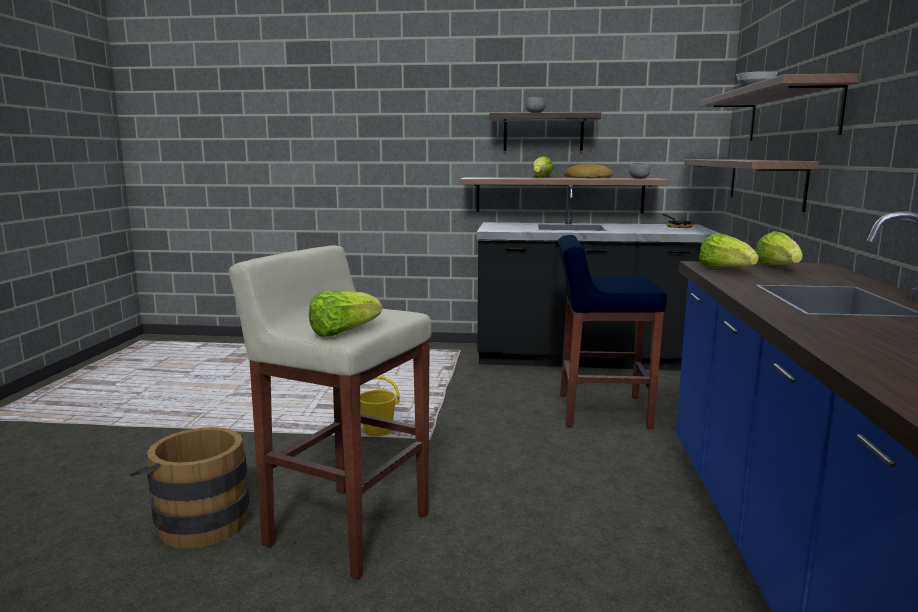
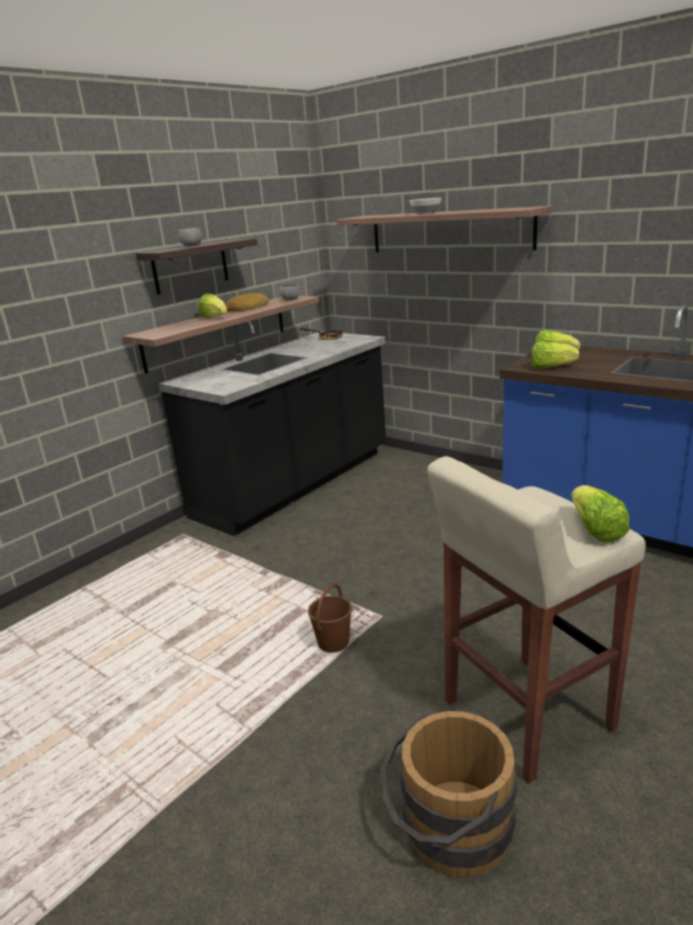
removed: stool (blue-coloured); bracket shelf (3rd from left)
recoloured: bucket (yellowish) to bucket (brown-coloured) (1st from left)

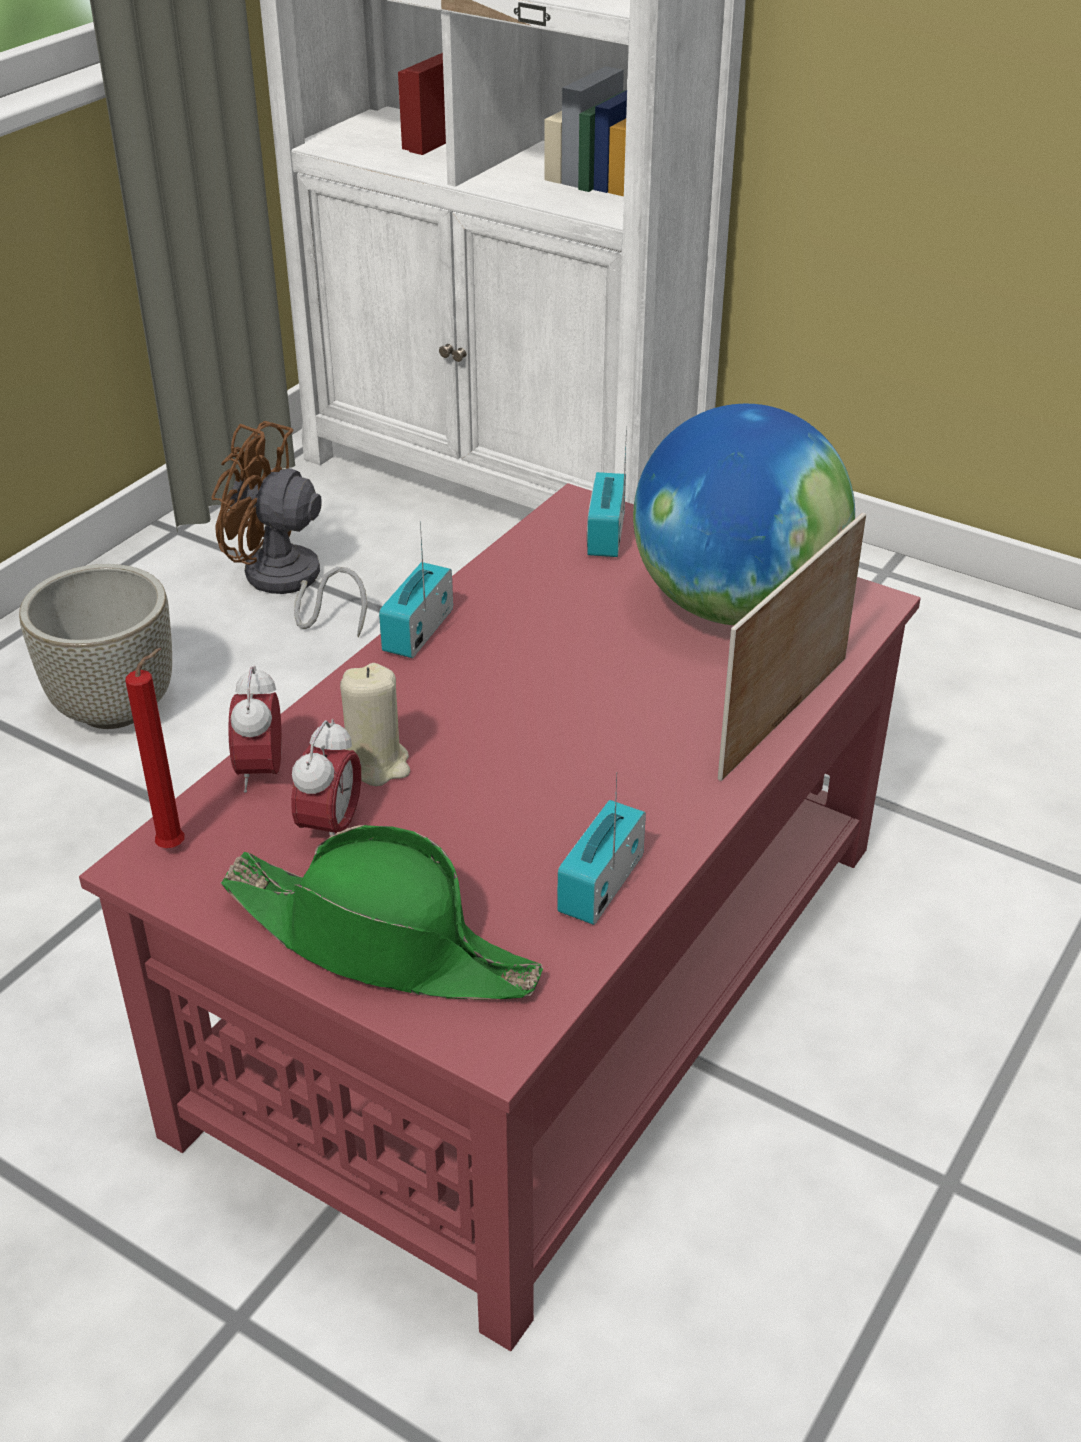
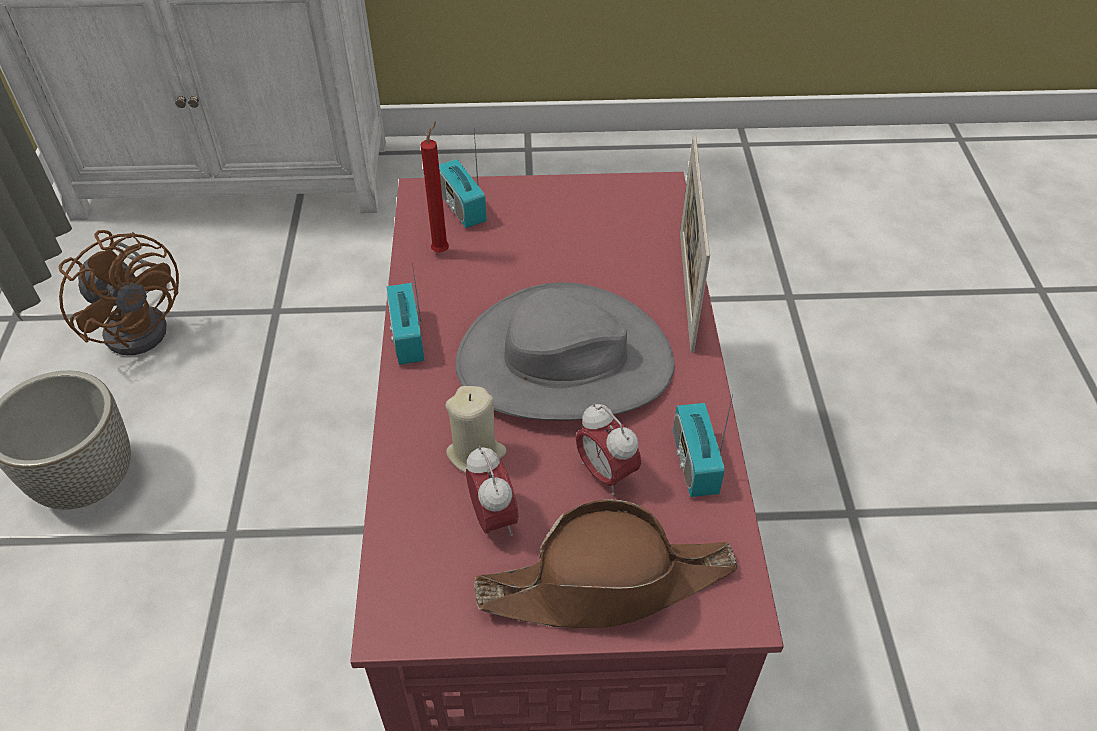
removed: desk globe
added: hat (gray)
moved: wax light (reddish); table clock (1st from left in the first image) to table clock (2nd from left)
recoloured: hat (green-coloured) to hat (brown-coloured)
turned: fan (brown-coloured) 120 degrees counterclockwise

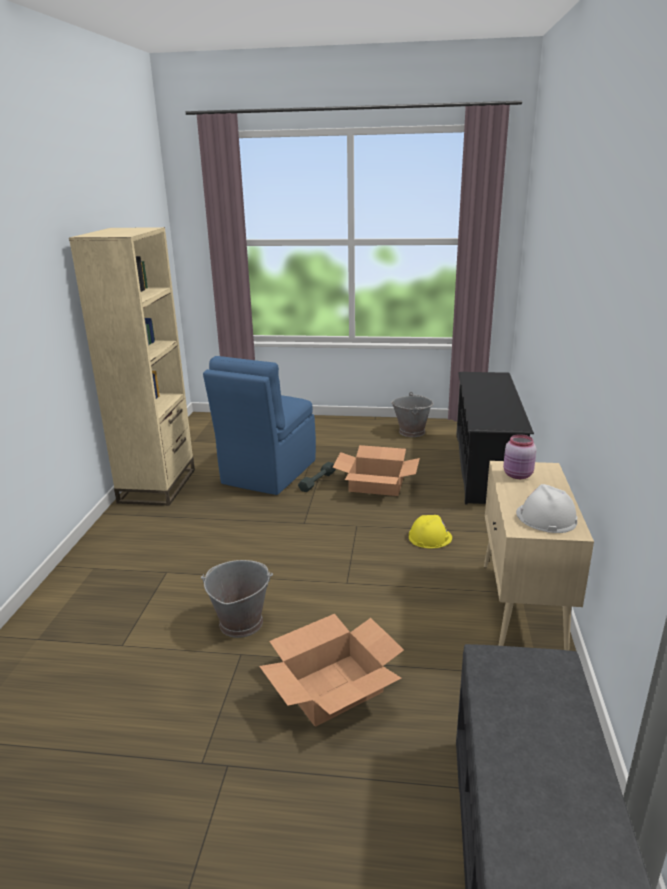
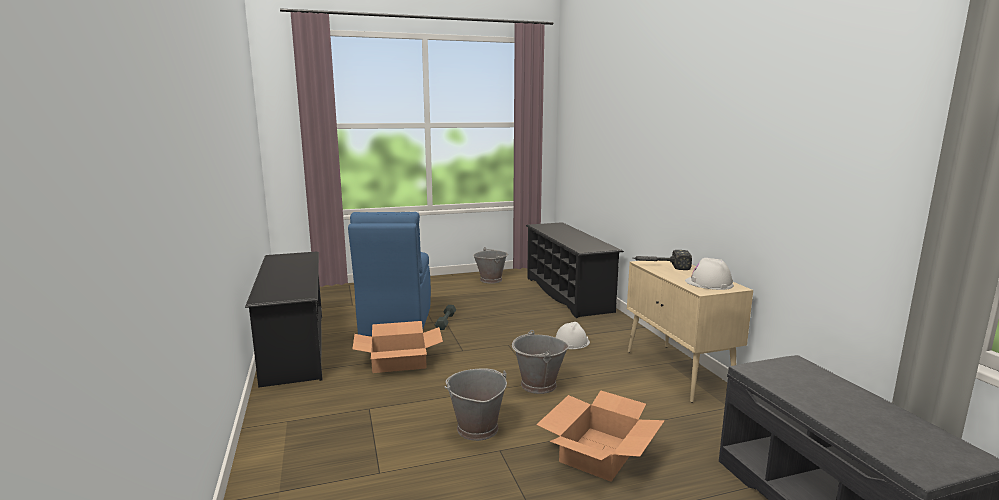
added: bucket (gray) (3rd from left)
moved: packing box (2nd from left in the first image) to packing box (1st from left)
replaced: shelving unit (beige) to shoe stand (blackish) (1st from left); storage jar (pink) to hammer
recoloured: work helmet (yellowish) to work helmet (white-coloured) (1st from left)

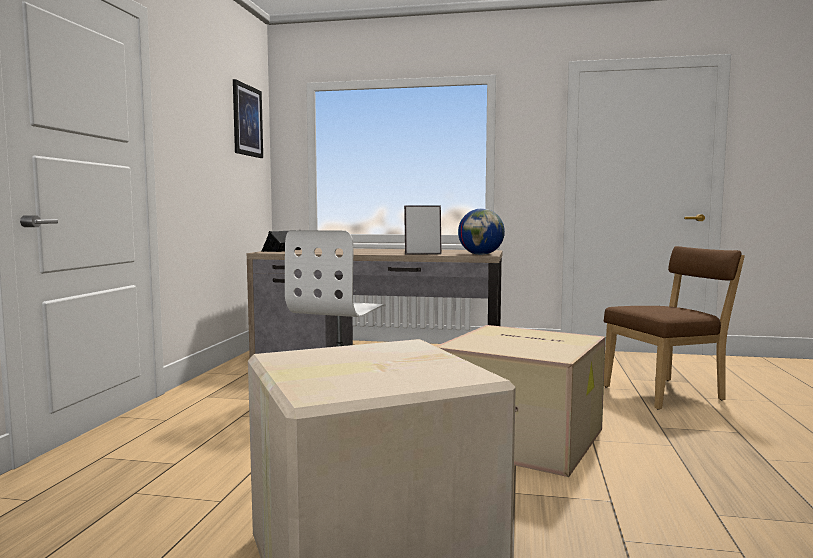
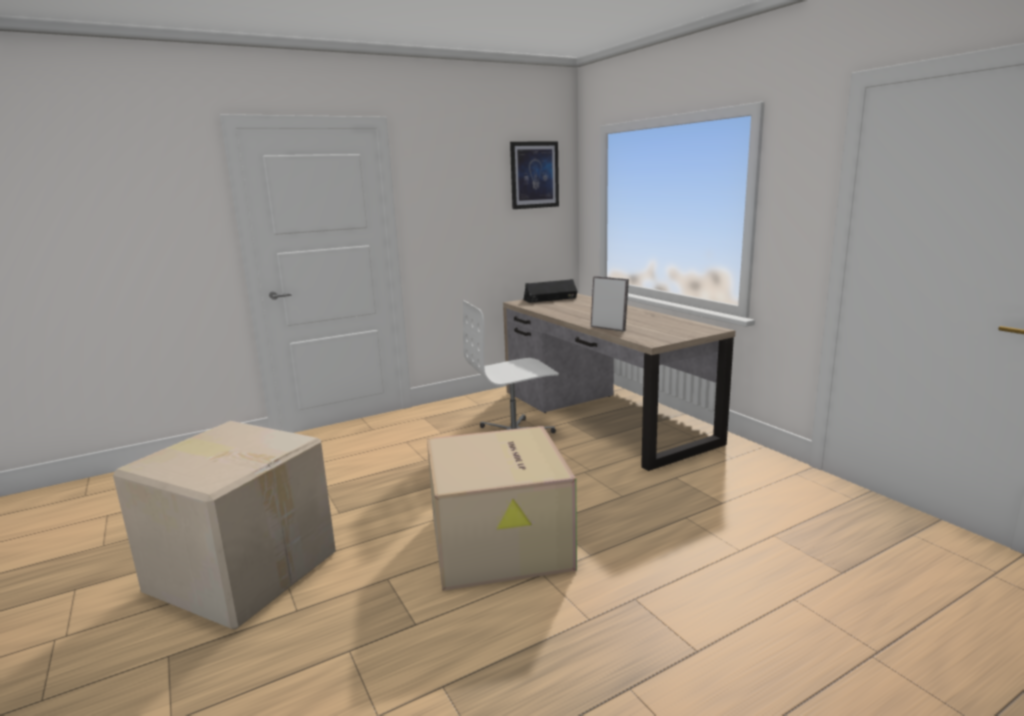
removed: desk globe; chair (brown-coloured)

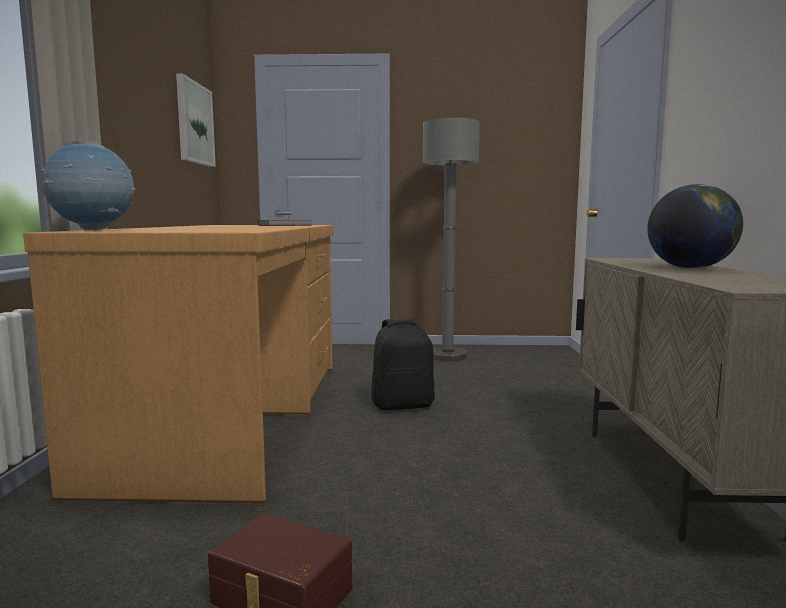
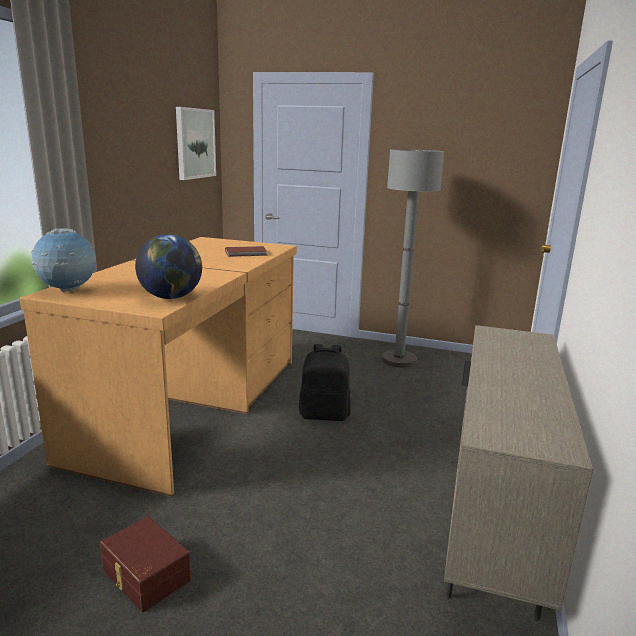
moved: desk globe (2nd from left)

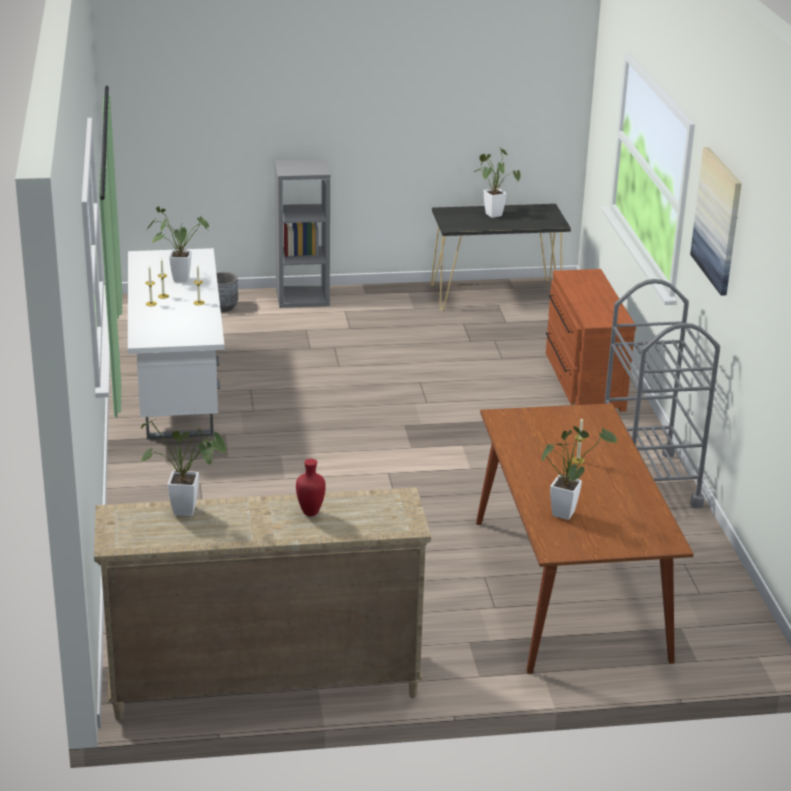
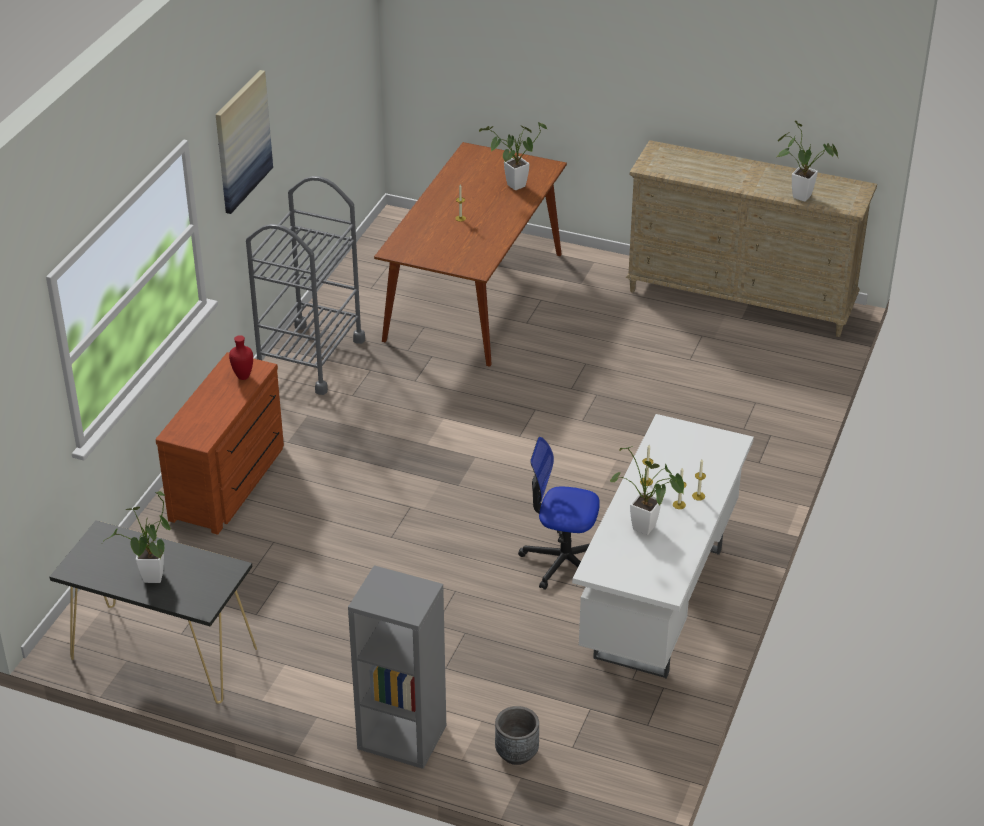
added: computer chair
moved: flower vase (reddish)

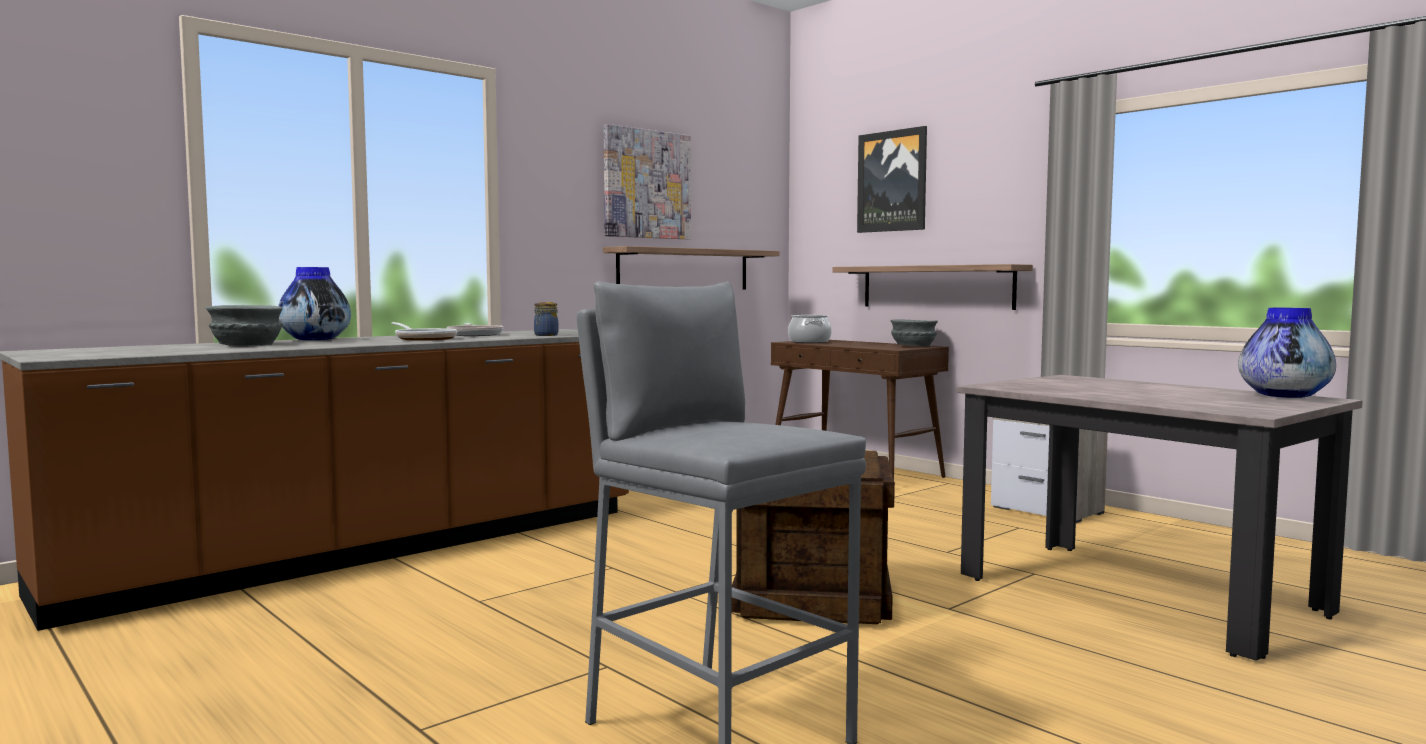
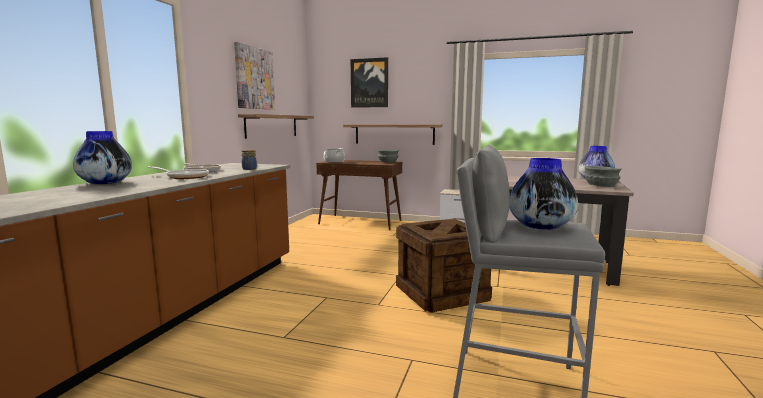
added: flower vase (2nd from left)
moved: deep dish (gray) (1st from left in the first image) to deep dish (gray) (2nd from left)

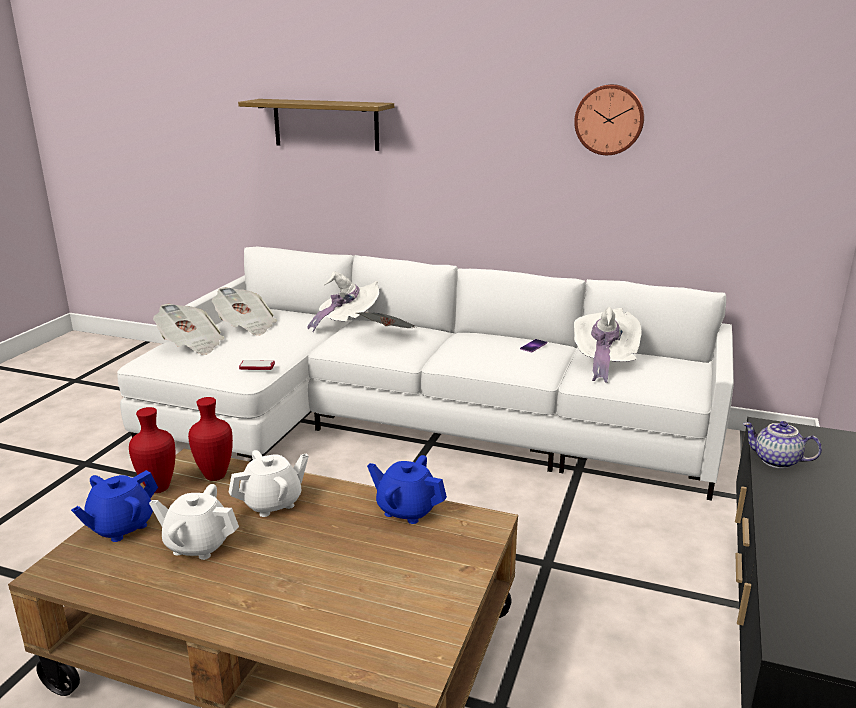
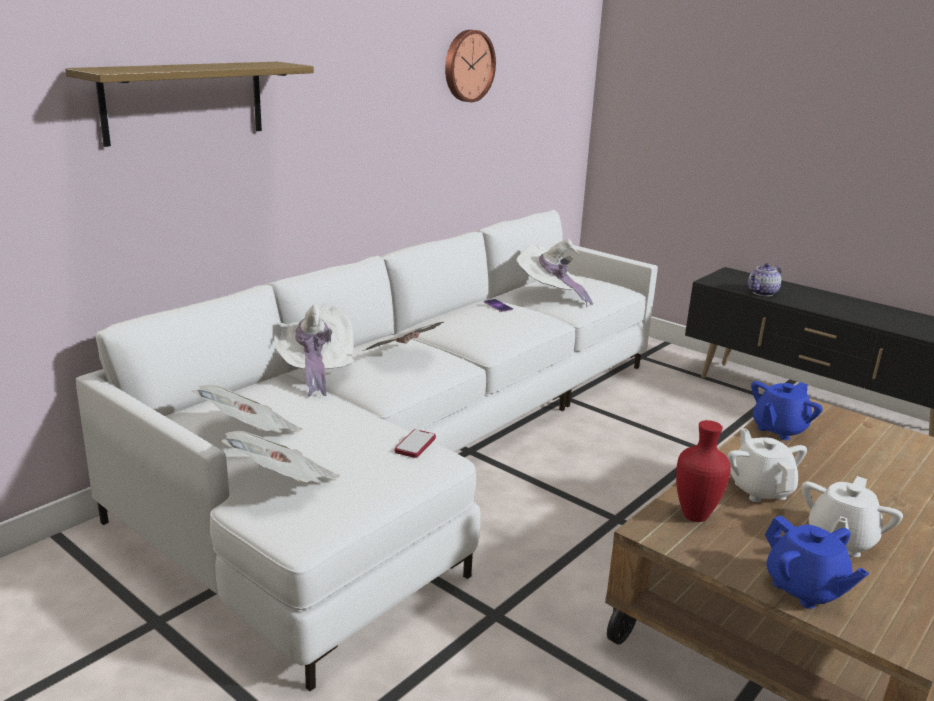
removed: flower vase (reddish) (1st from left)

